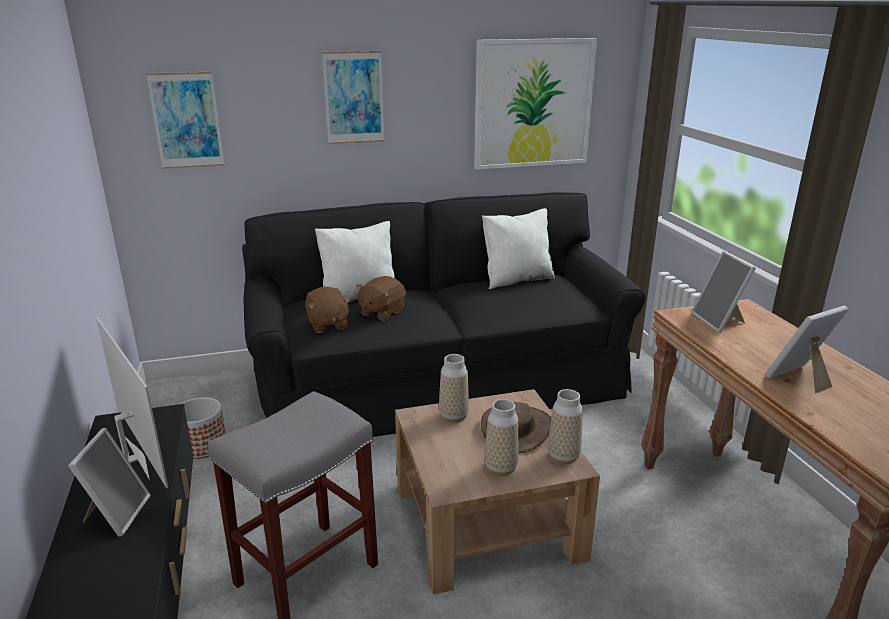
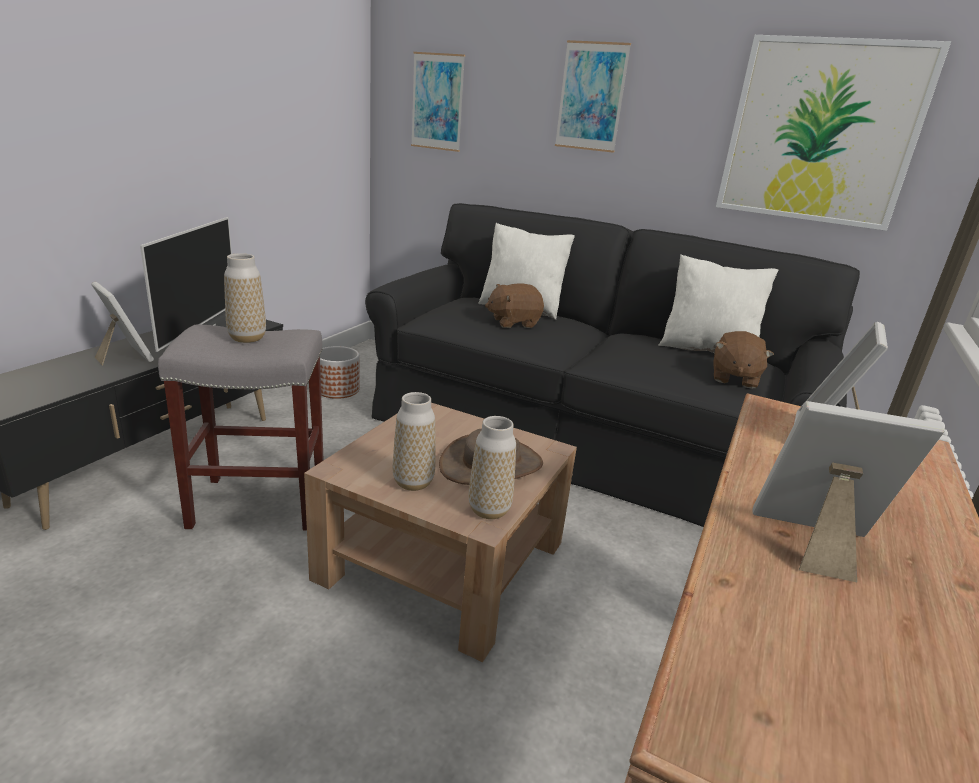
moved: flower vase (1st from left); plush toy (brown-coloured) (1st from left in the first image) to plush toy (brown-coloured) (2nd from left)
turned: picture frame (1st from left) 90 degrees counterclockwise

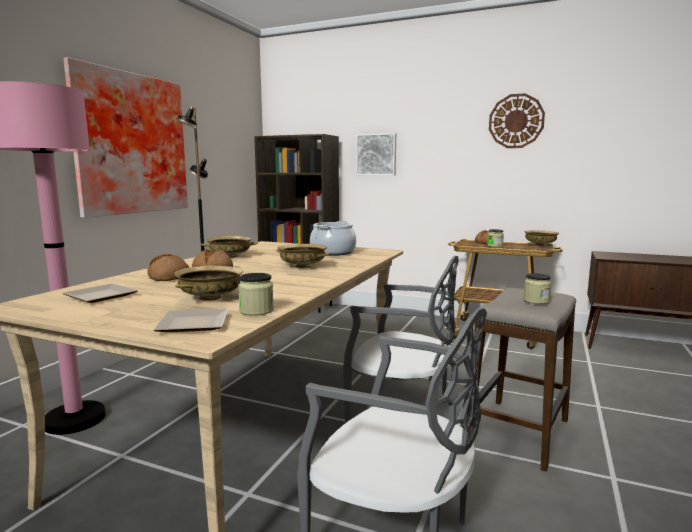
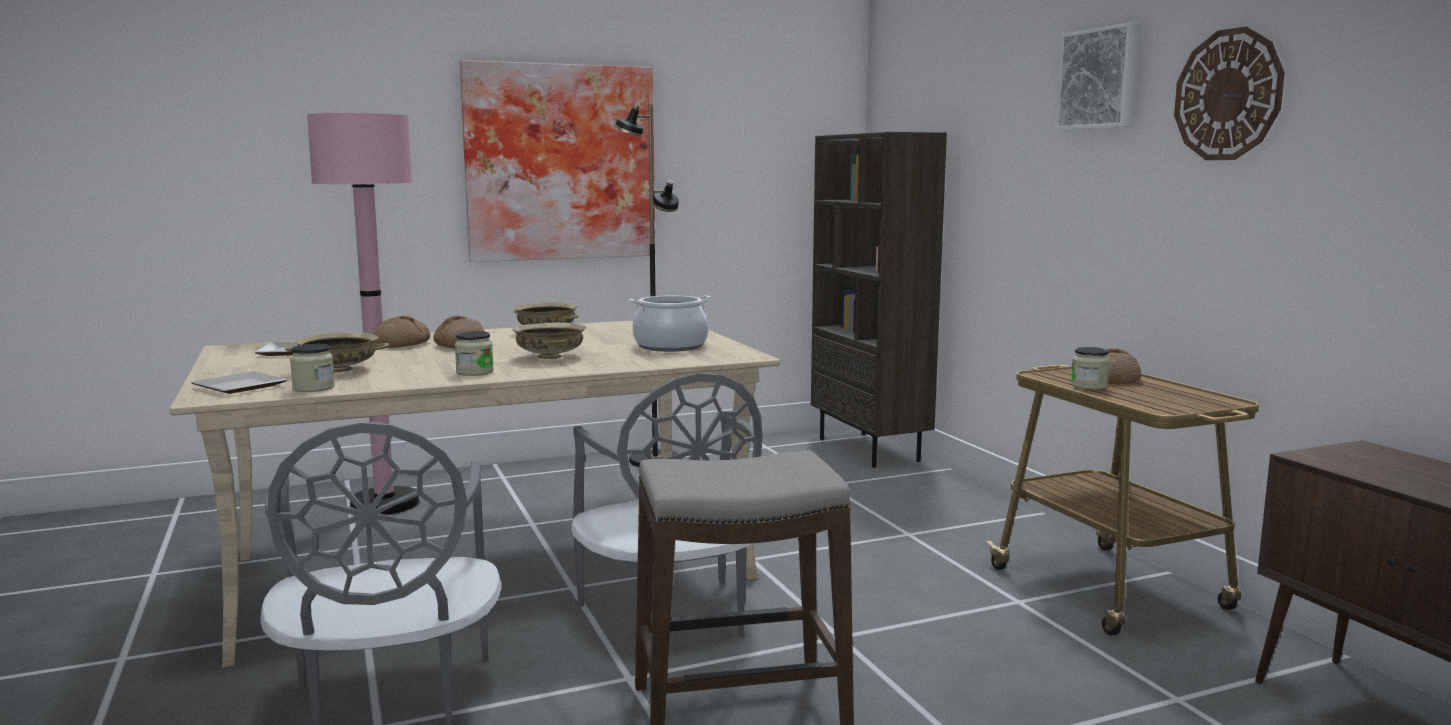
removed: deep dish (beige) (4th from left)
moved: storage jar (3rd from left in the first image) to storage jar (2nd from left); wall art (2nd from left)

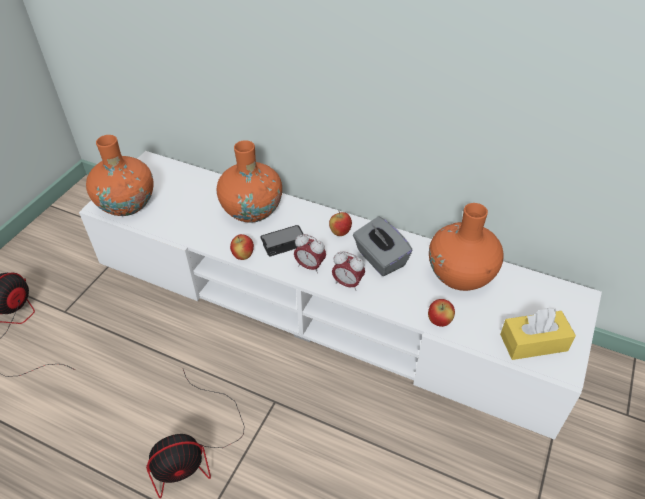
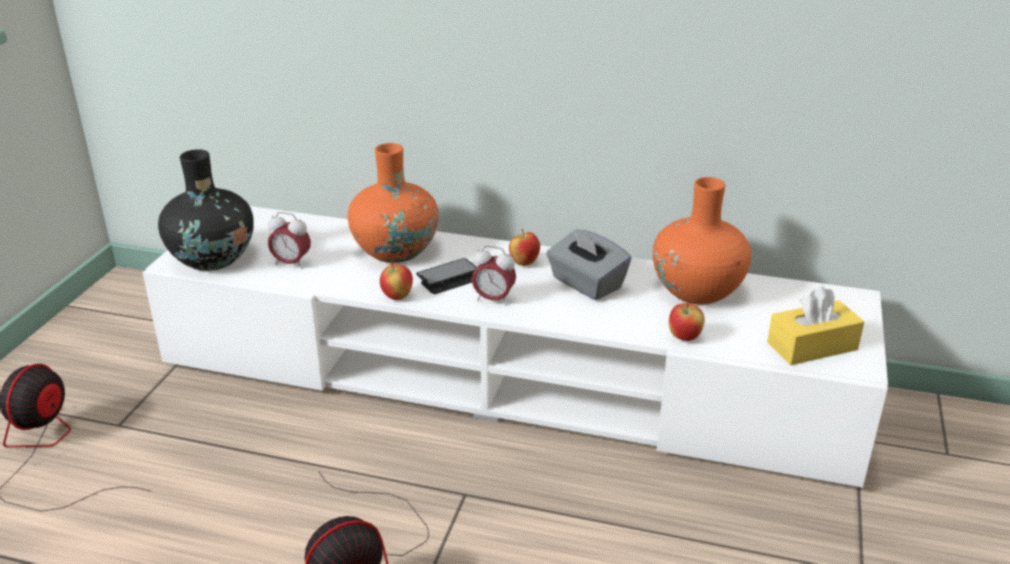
moved: table clock (2nd from left in the first image) to table clock (1st from left)
recoloured: flower vase (orange) (1st from left) to flower vase (blackish)

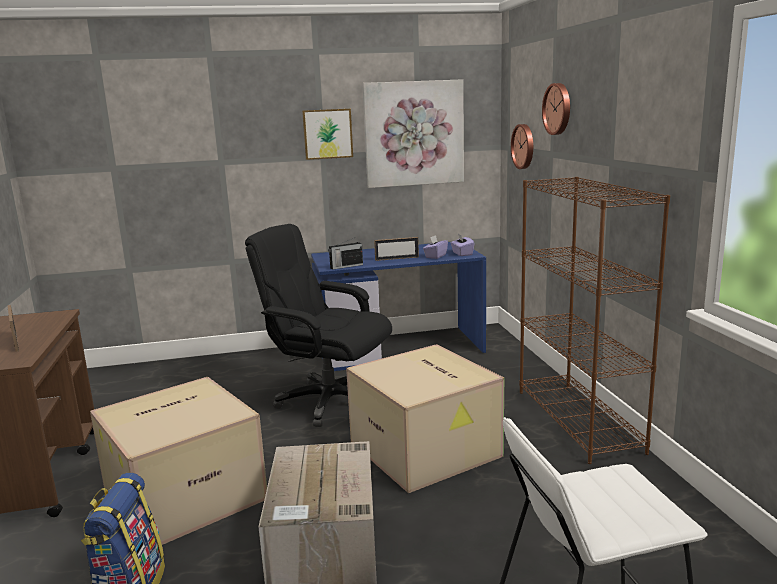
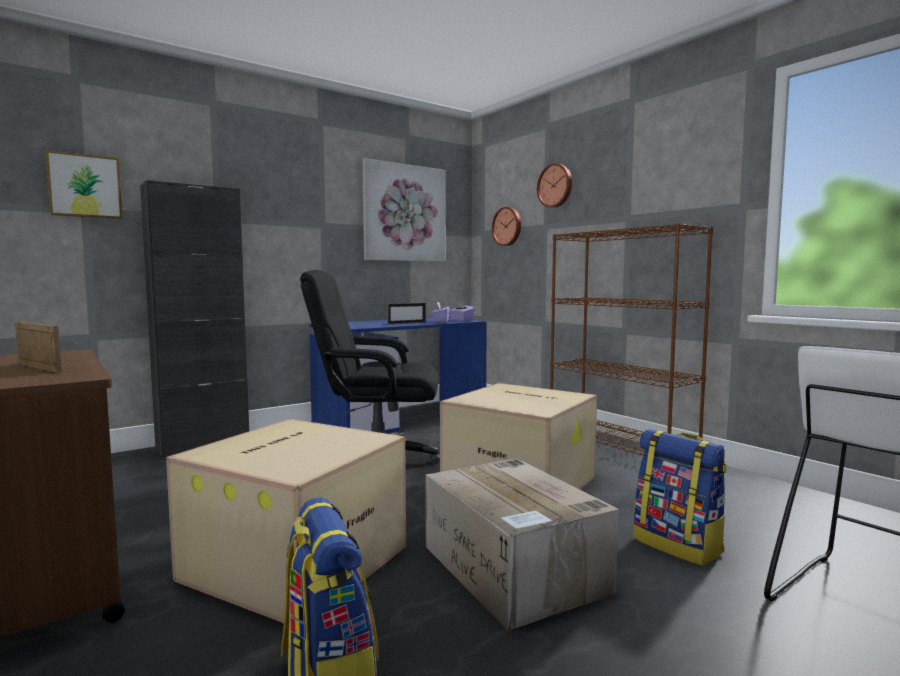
removed: radio
added: cabinet (blackish); rucksack (2nd from left)
moved: wall art (1st from left)

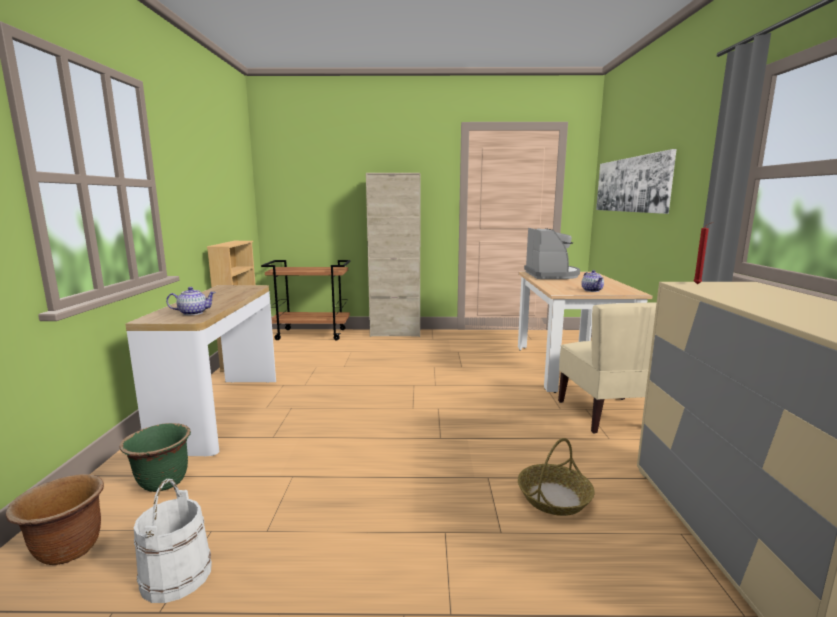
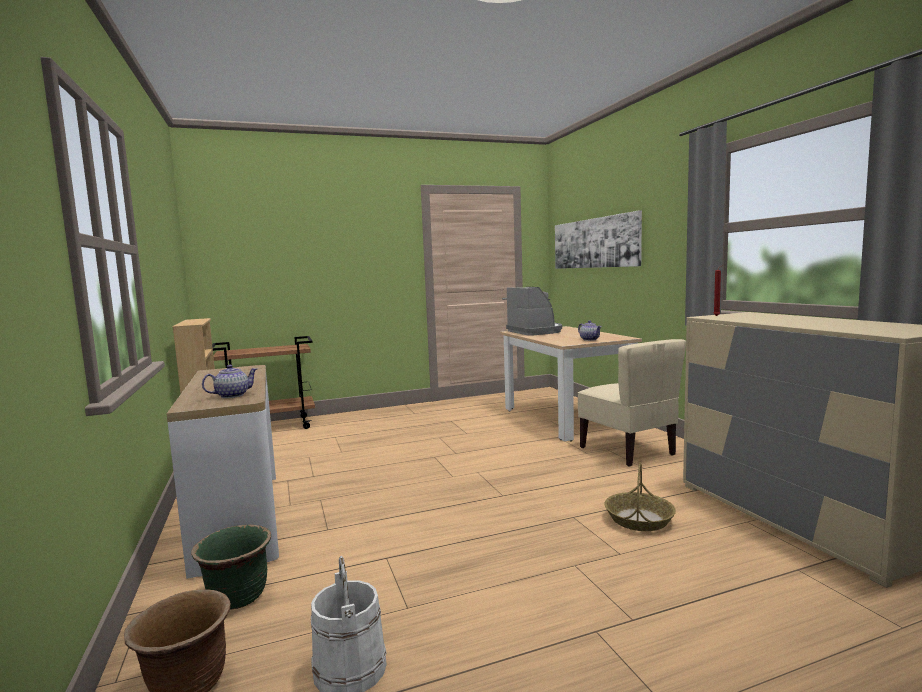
removed: cabinet (beige)

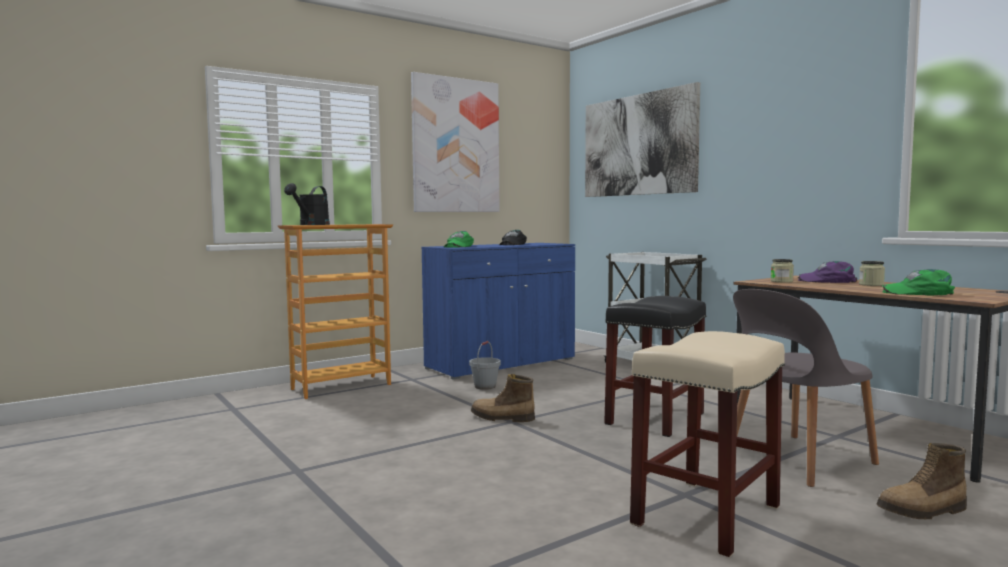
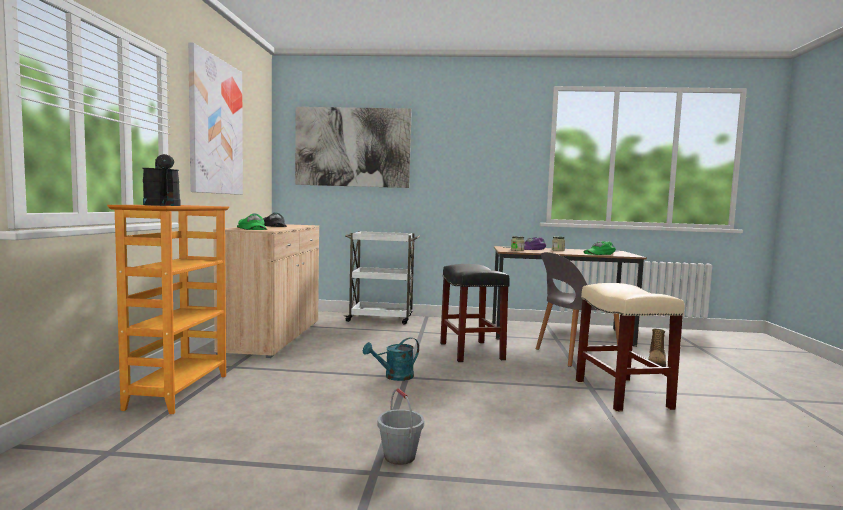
moved: bucket (gray)
replaced: boot (1st from left) to watering pot (turquoise-coloured)
recoloured: cabinet (blue-coloured) to cabinet (beige)
turned: chair (gray) 60 degrees clockwise

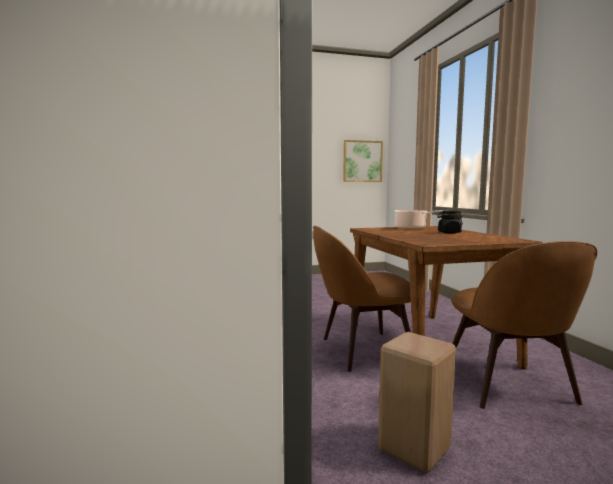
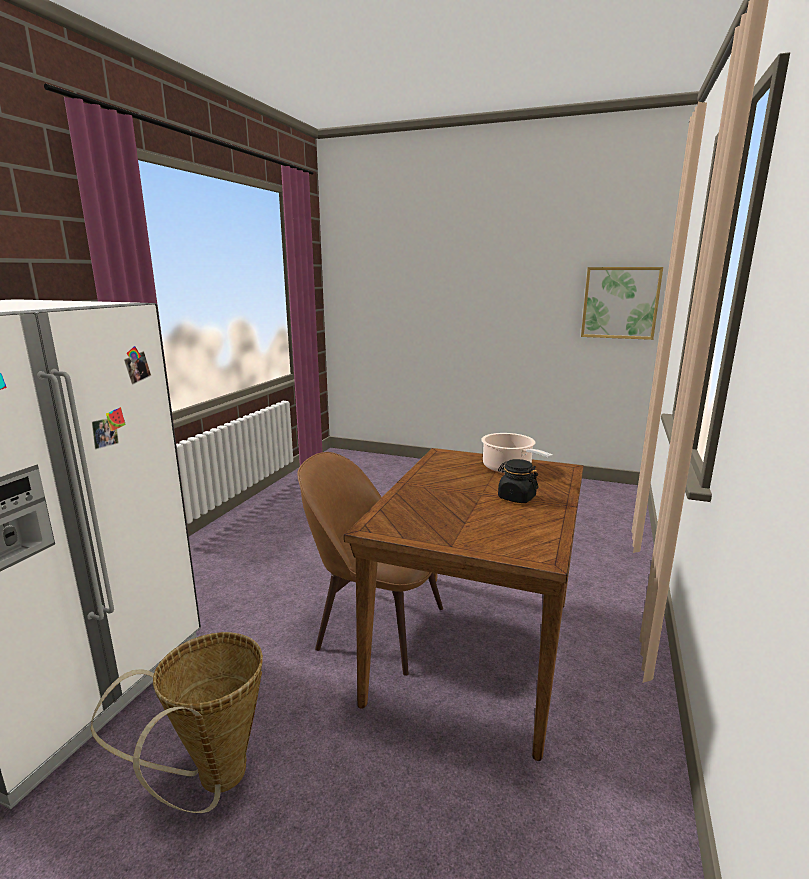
removed: chair (brown-coloured) (2nd from left)
replaced: stool (beige) to storage basket

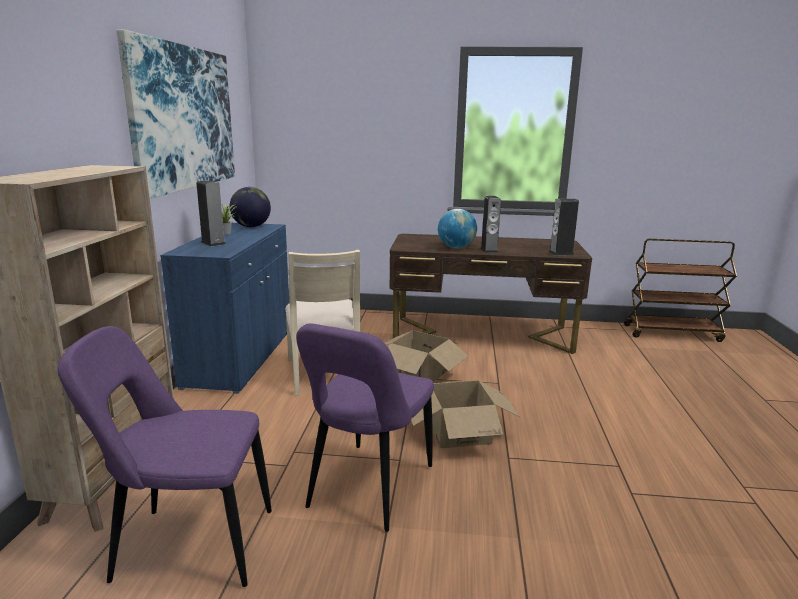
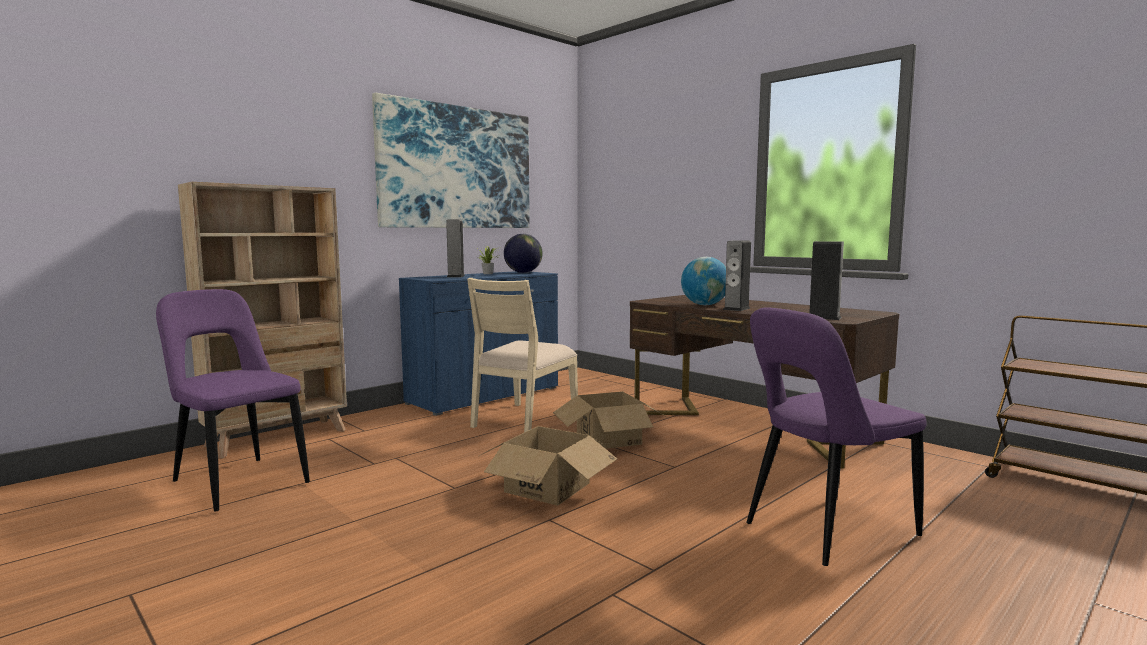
moved: chair (purple) (2nd from left)

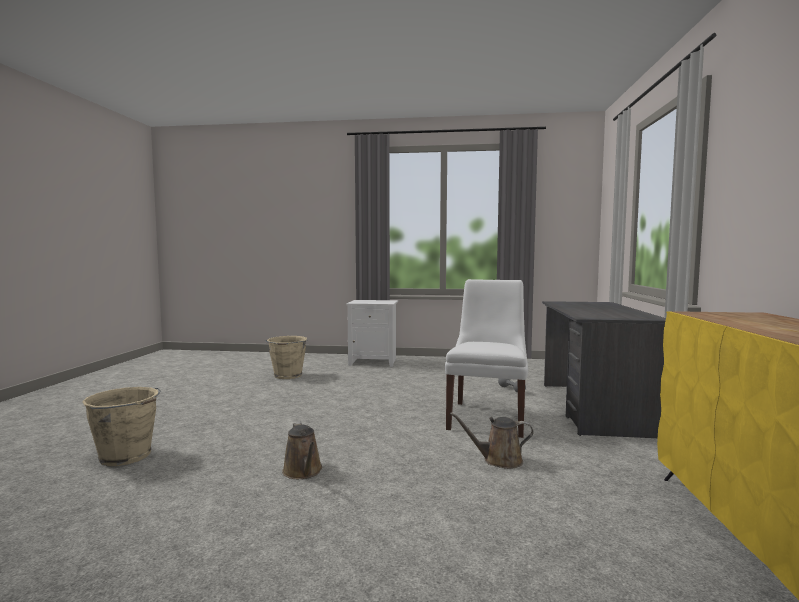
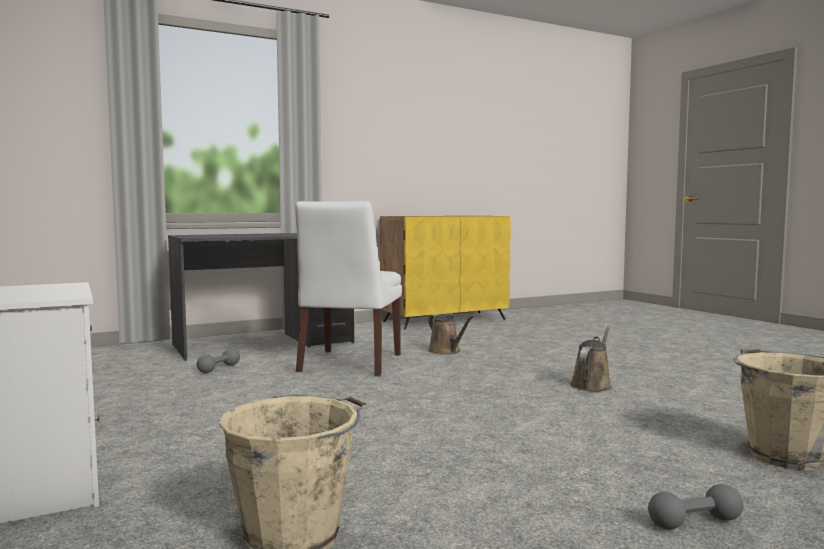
added: free weight (gray) (2nd from left)
turned: chair (white-coloured) 60 degrees counterclockwise

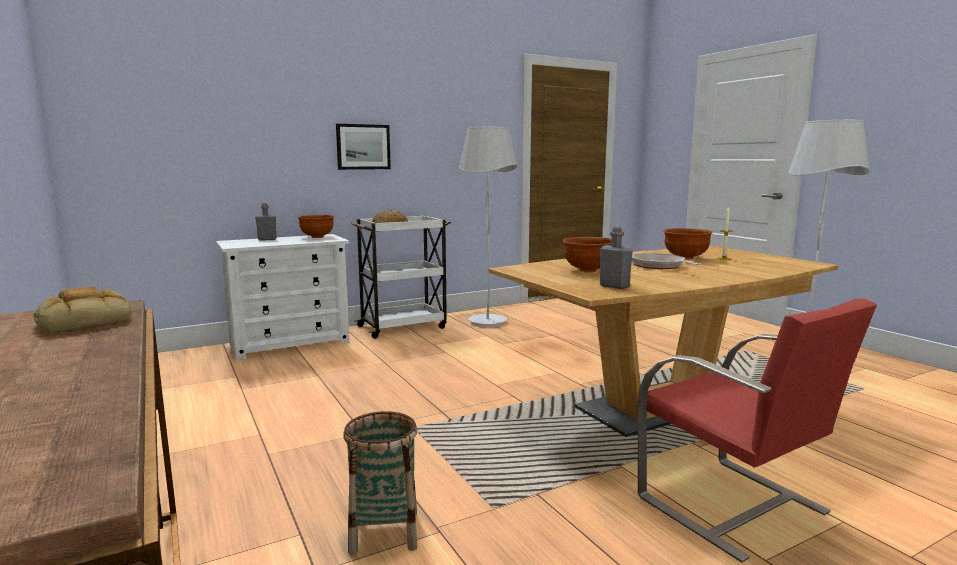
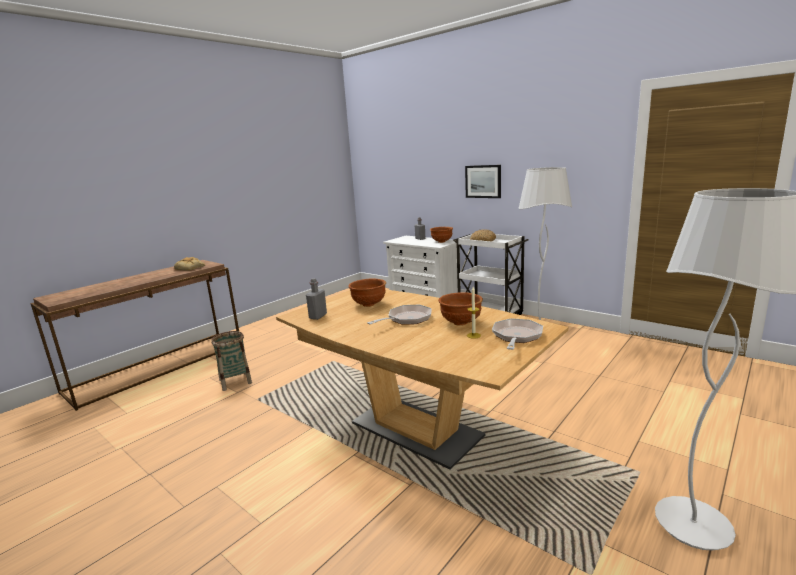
removed: chair (reddish)
added: skillet (2nd from left)

